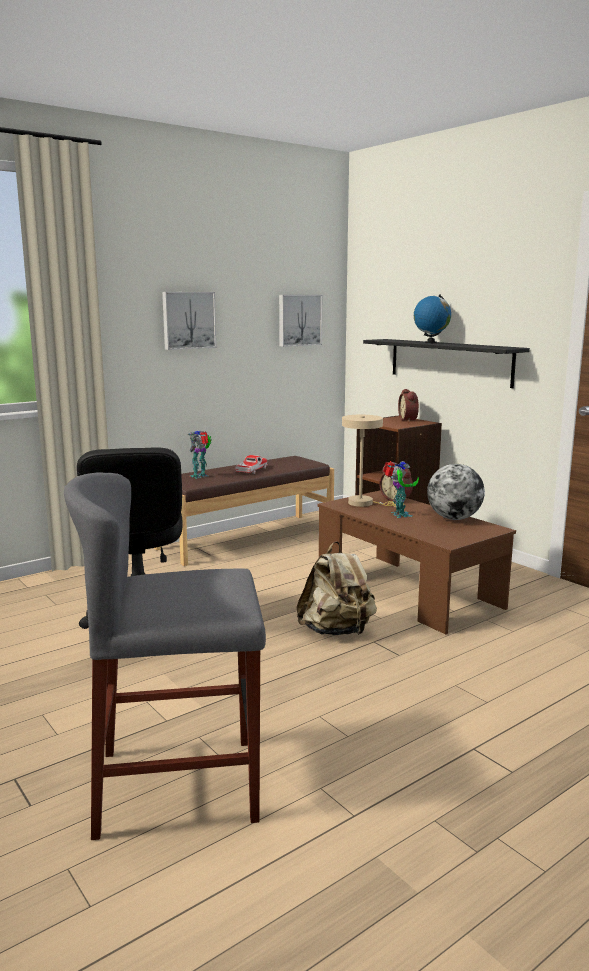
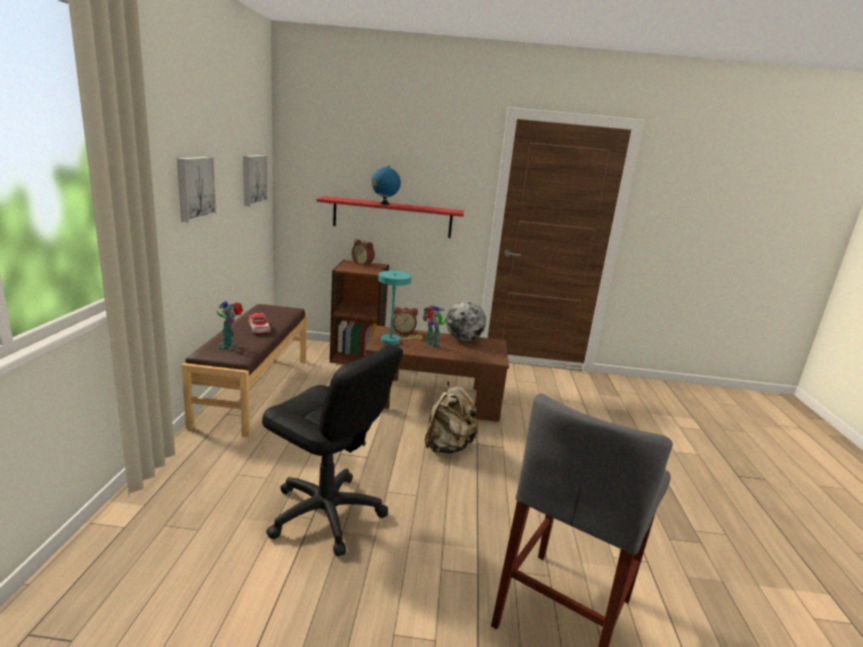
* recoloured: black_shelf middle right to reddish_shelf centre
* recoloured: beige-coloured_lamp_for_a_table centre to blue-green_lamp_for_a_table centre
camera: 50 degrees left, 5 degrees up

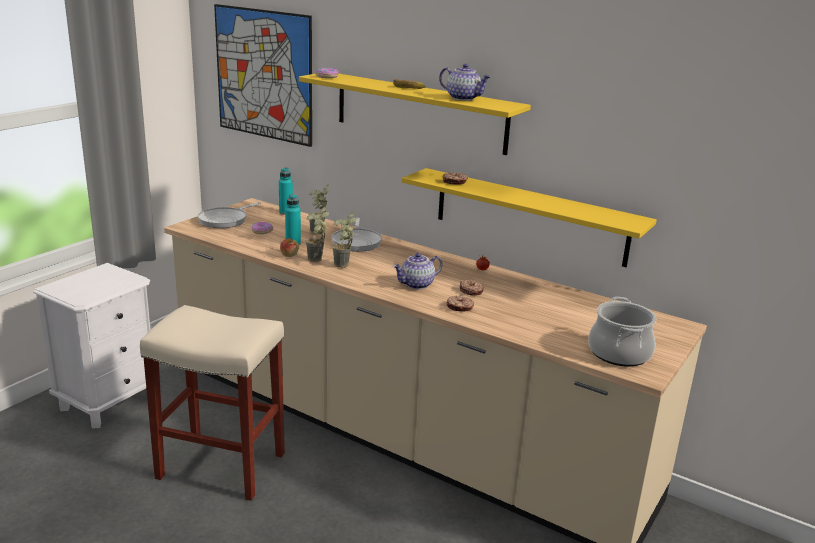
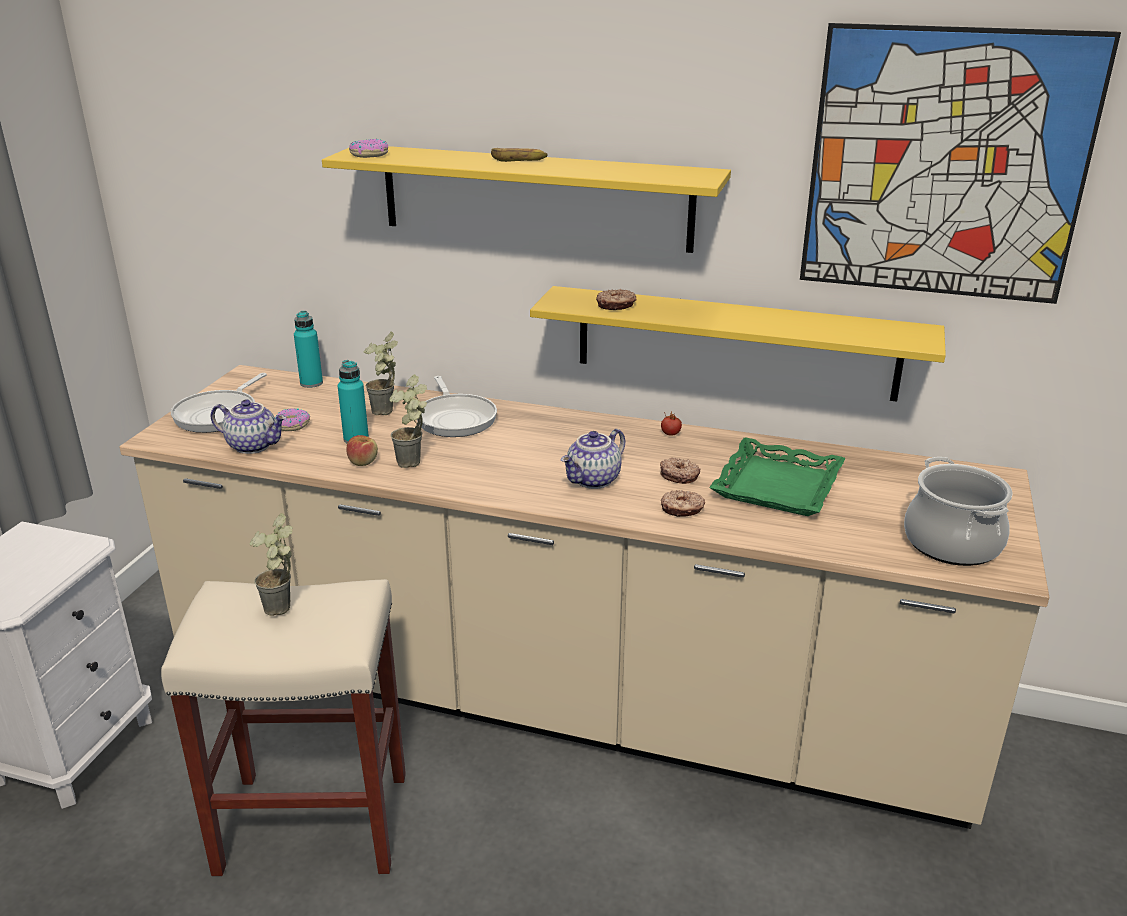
* moved: picture top left to top right
* moved: pot_for_tea (2nd from left in the first image) top centre to pot_for_tea (1st from left) middle left
* moved: houseplant (3rd from left in the first image) centre to houseplant (1st from left) middle left
* added: green-coloured_tray middle right
camera: 15 degrees left, 5 degrees up

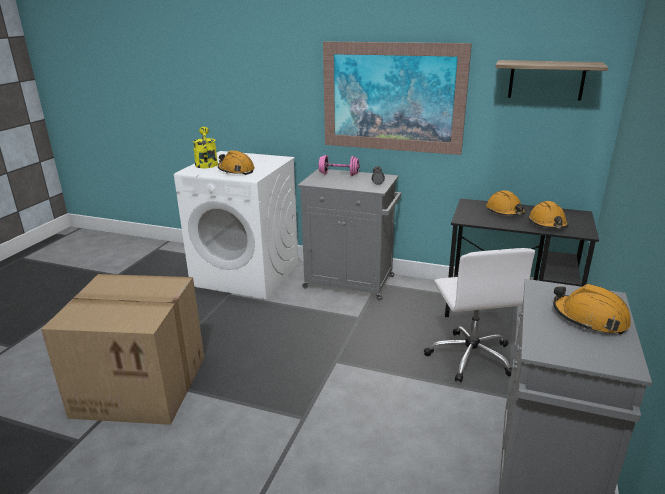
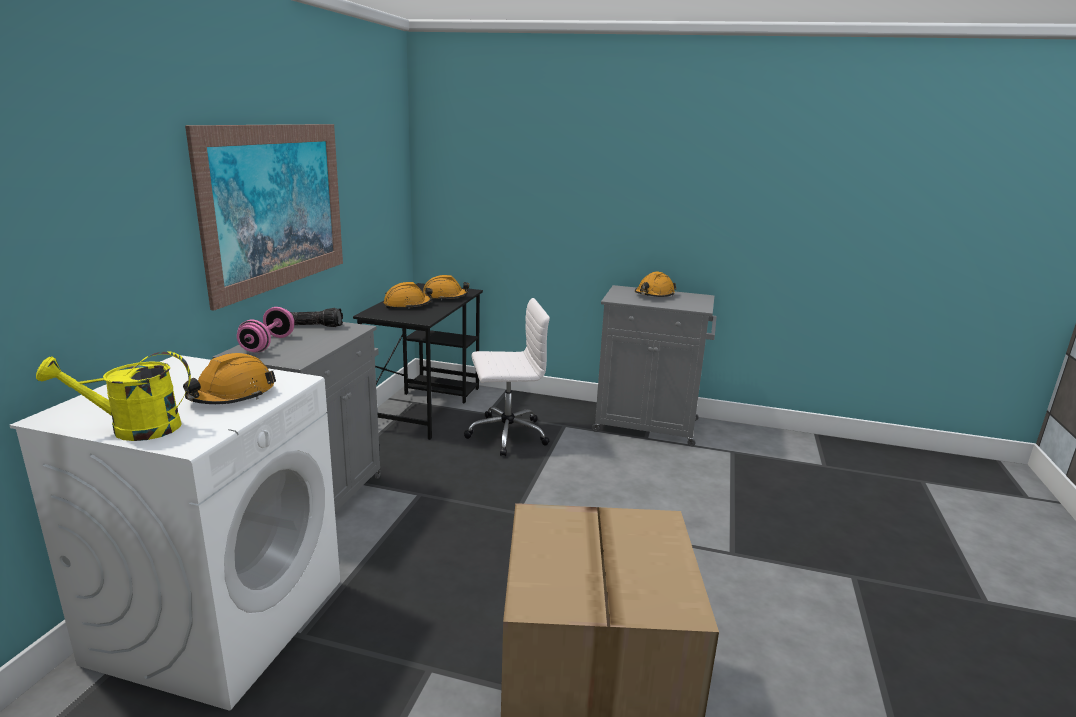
* removed: shelf top right
camera: 95 degrees left, 5 degrees down

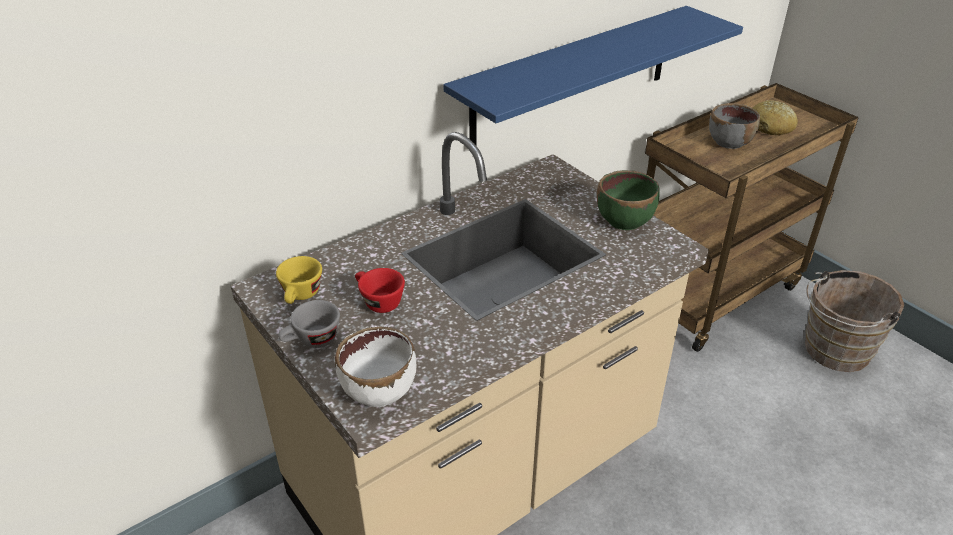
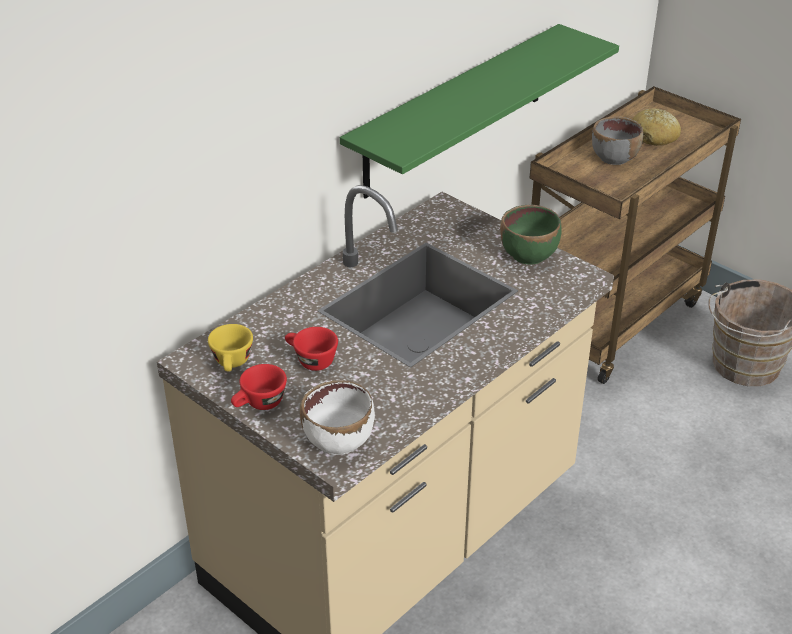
* recoloured: blue-coloured_shelf top centre to green-coloured_shelf top centre
* recoloured: gray_small_cup middle left to reddish_small_cup (1st from left) middle left
camera: 10 degrees left, 0 degrees up

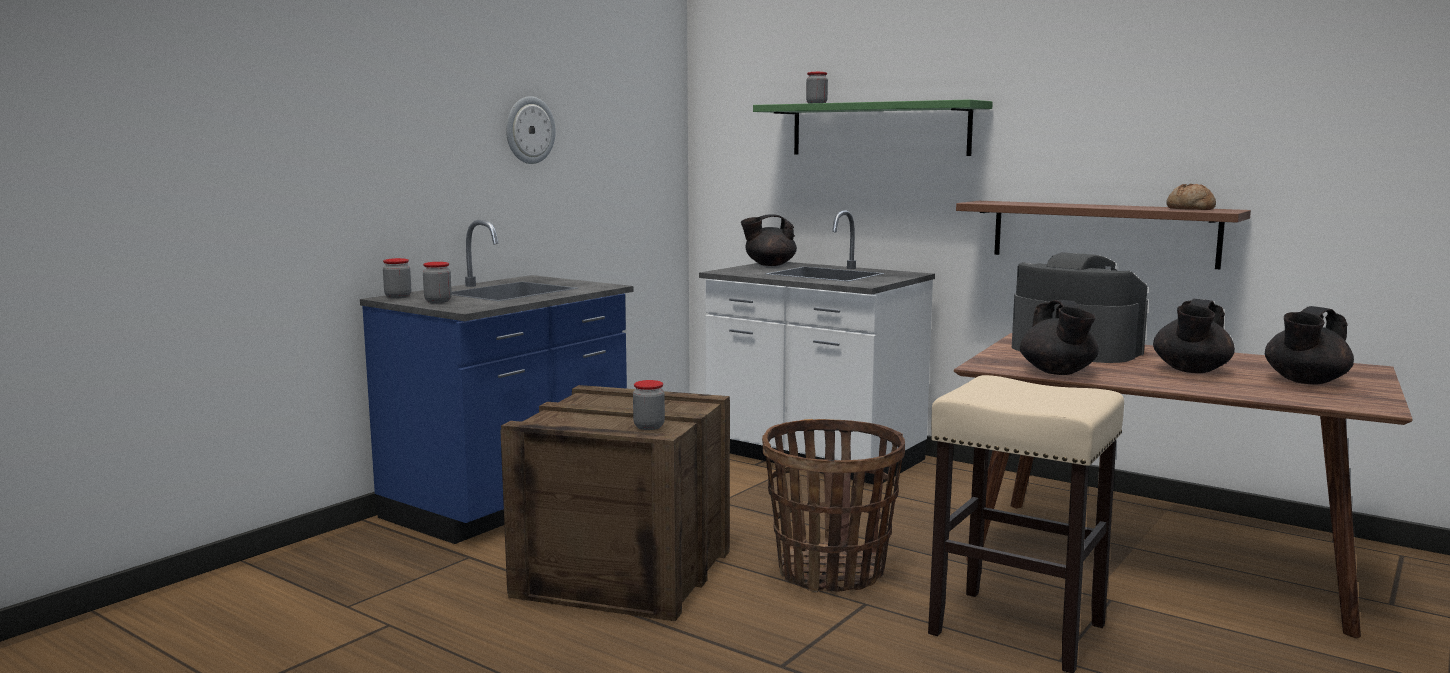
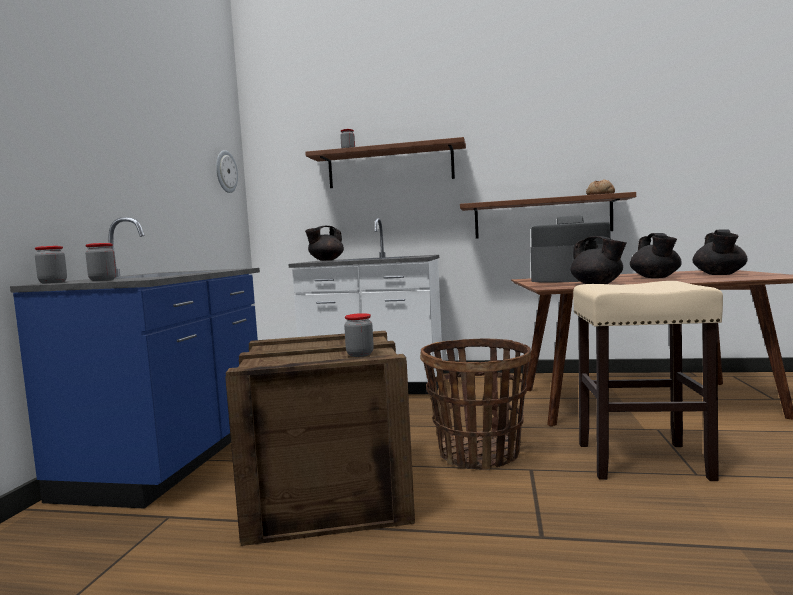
* moved: hanging_clock top centre to top left
* recoloured: green-coloured_shelf top centre to brownish_shelf (1st from left) top centre
camera: 25 degrees left, 5 degrees down

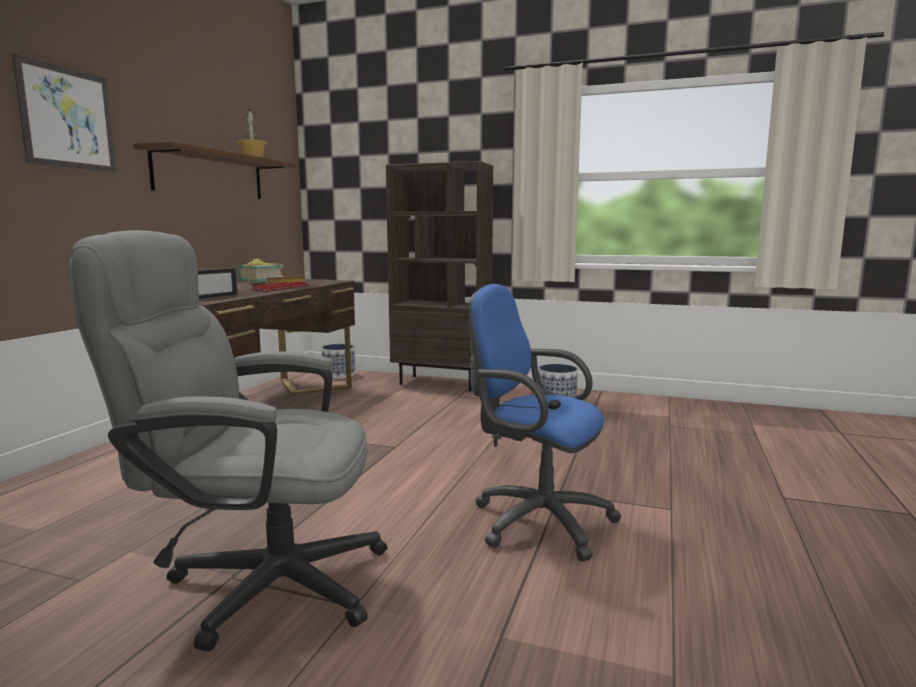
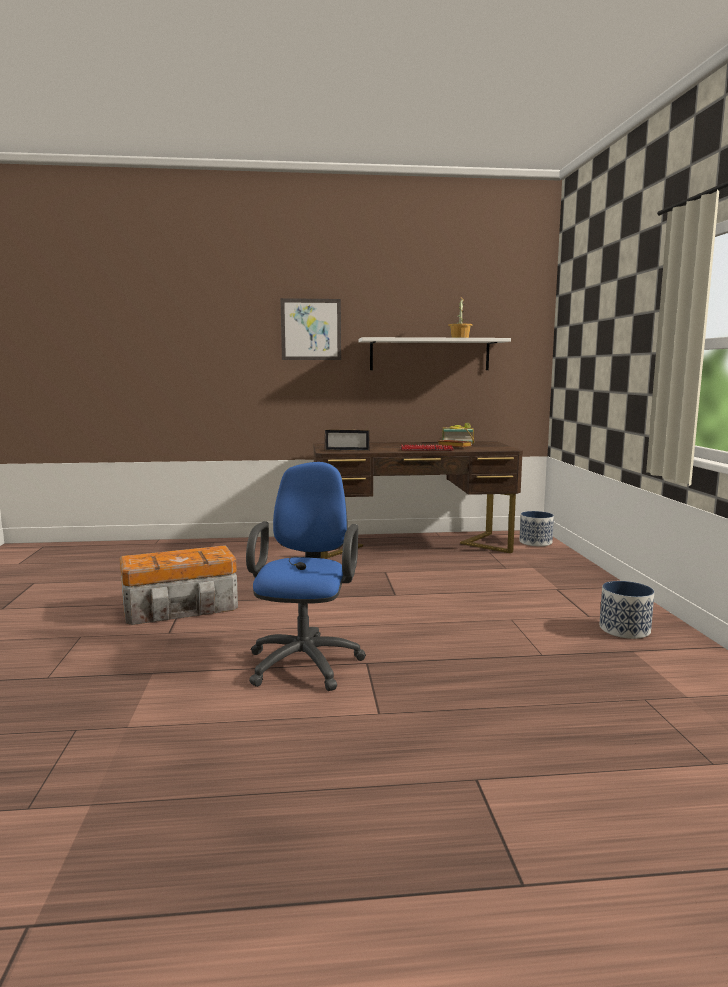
* recoloured: brownish_shelf top left to white_shelf centre
* removed: brownish_bookcase centre
* replaced: gray_computer_chair middle left to storage_container middle left
camera: 65 degrees right, 0 degrees up

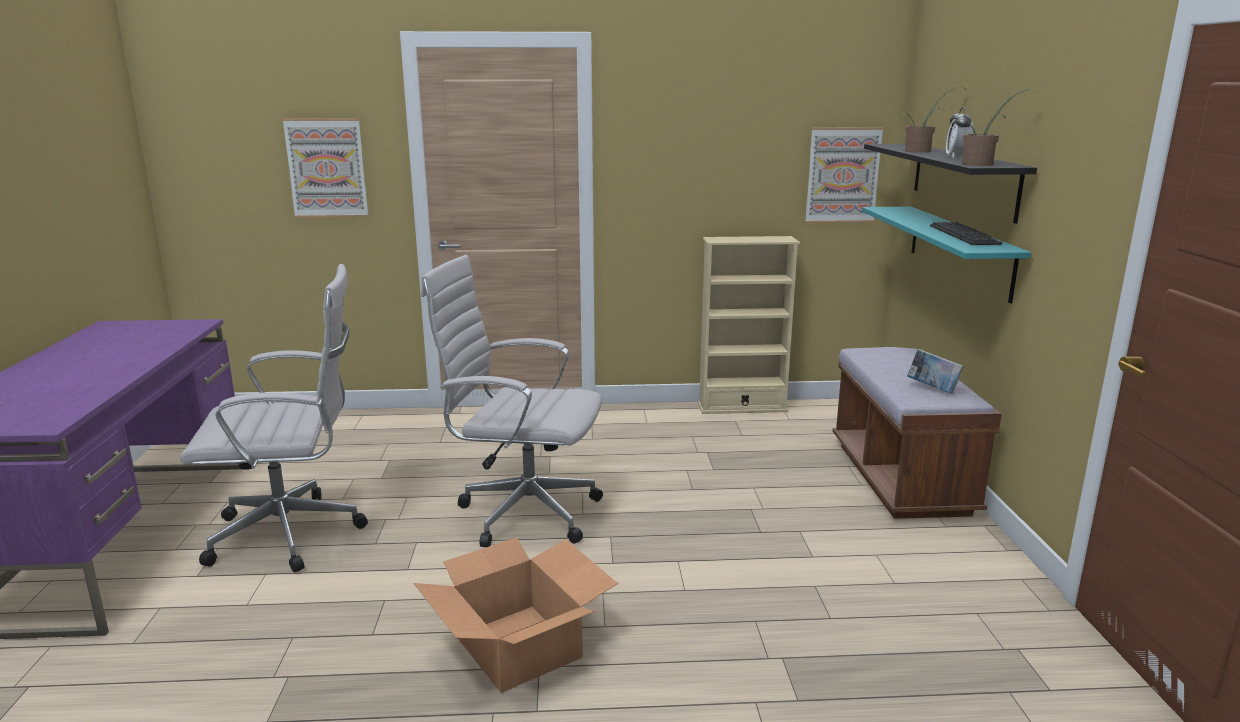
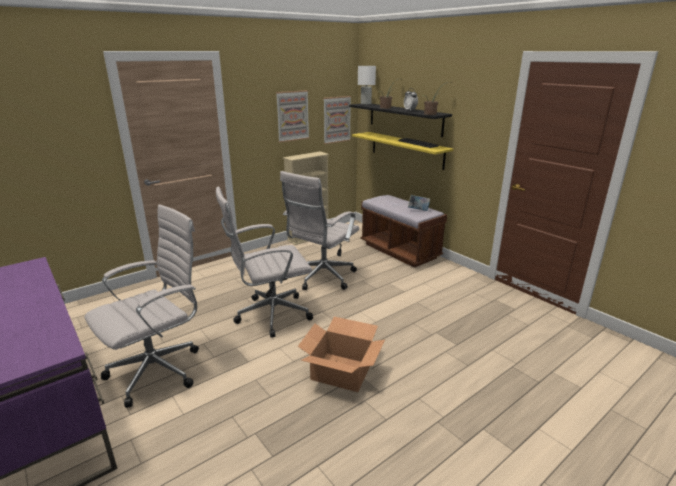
* moved: picture (1st from left) top left to top centre
* recoloured: blue-green_shelf middle right to yellowish_shelf top centre
* added: white_lamp_for_a_table top centre
* added: white_computer_chair (3rd from left) centre
camera: 35 degrees left, 5 degrees up

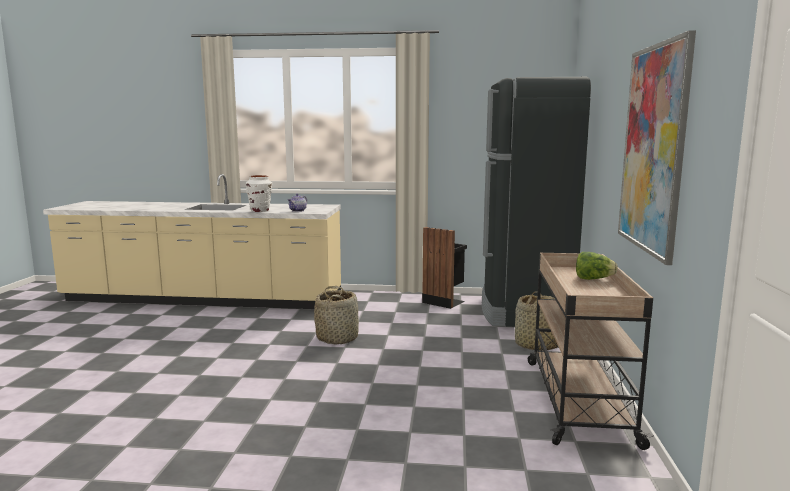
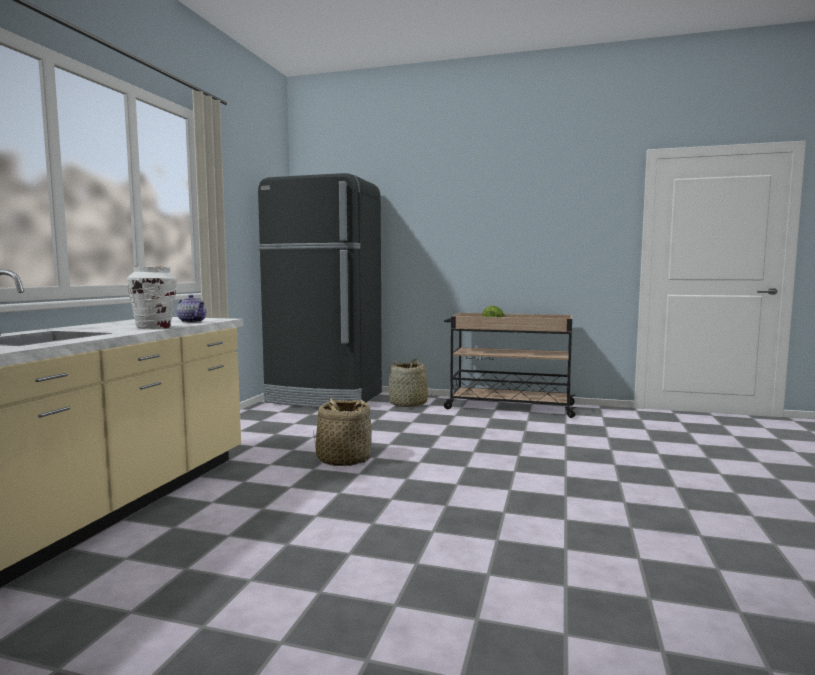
* removed: picture top right
* removed: black_trash_can centre
camera: 80 degrees left, 5 degrees down

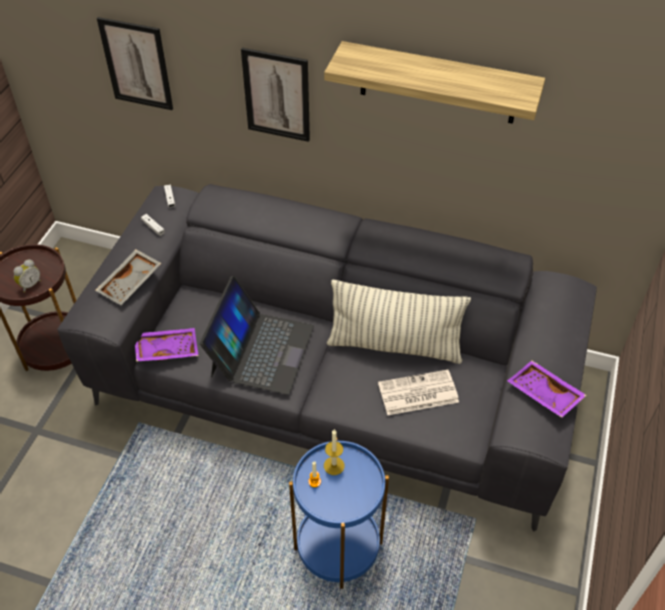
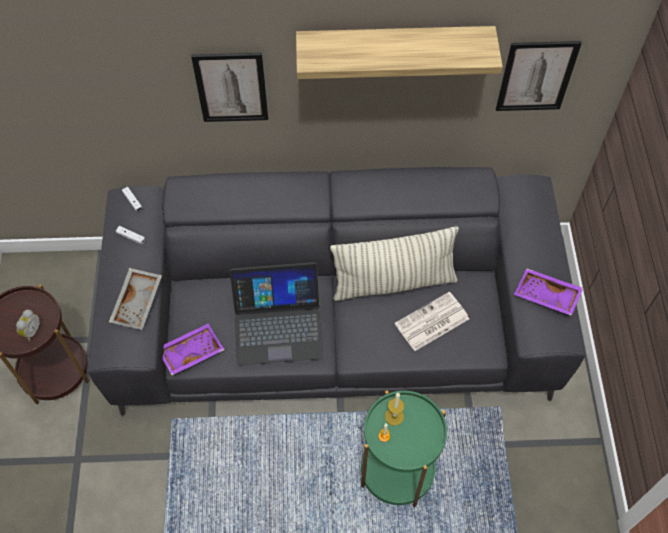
* moved: picture (1st from left in the first image) top left to picture (2nd from left) top right
* turned: portable_computer centre = centre 90 degrees clockwise
* recoloured: blue-coloured_accent_table bottom centre to green-coloured_accent_table bottom centre
camera: 20 degrees left, 10 degrees up

